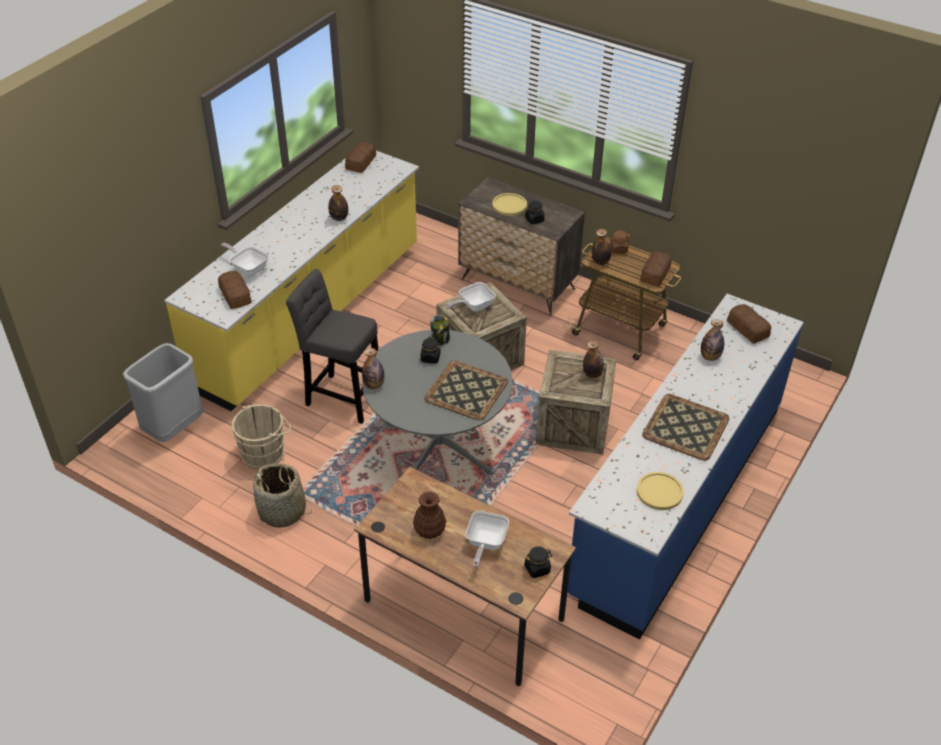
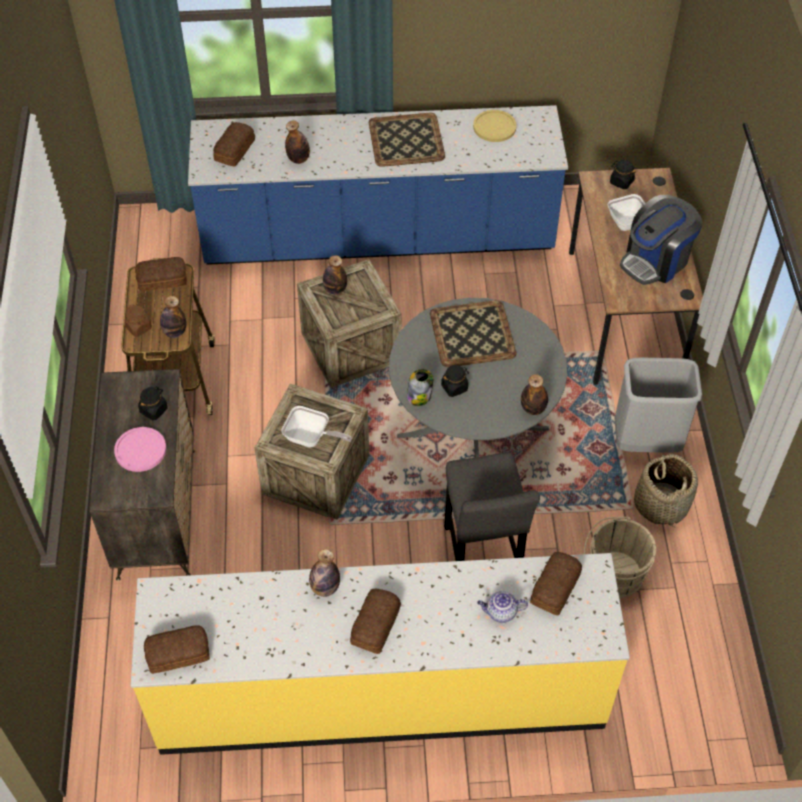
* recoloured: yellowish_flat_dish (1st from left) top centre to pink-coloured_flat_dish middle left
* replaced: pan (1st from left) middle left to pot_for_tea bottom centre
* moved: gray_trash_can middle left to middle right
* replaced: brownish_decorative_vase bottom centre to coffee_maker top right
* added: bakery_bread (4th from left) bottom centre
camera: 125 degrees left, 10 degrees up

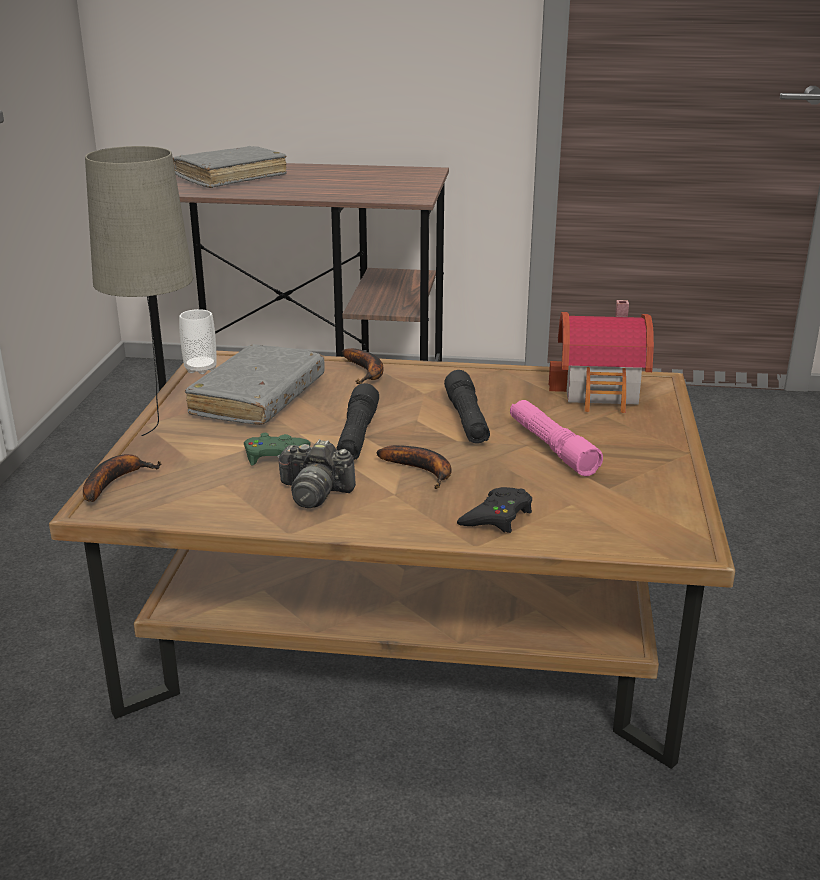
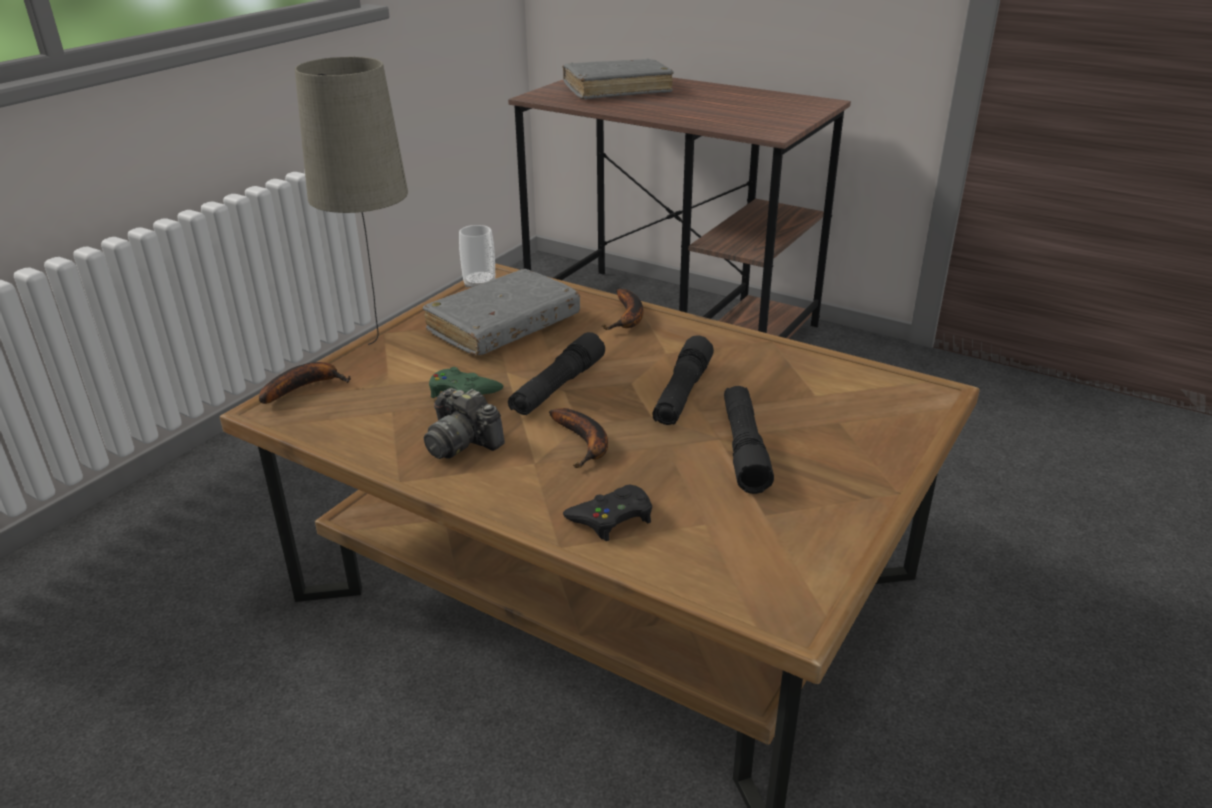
* removed: toy_house middle right
* recoloured: pink-coloured_torch middle right to black_torch (3rd from left) centre
camera: 25 degrees right, 5 degrees up

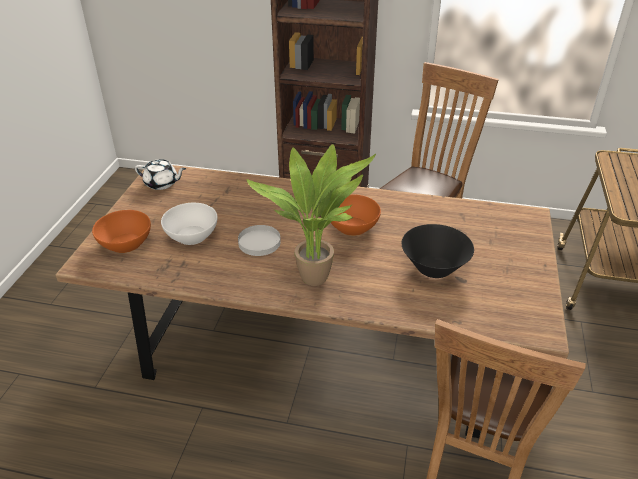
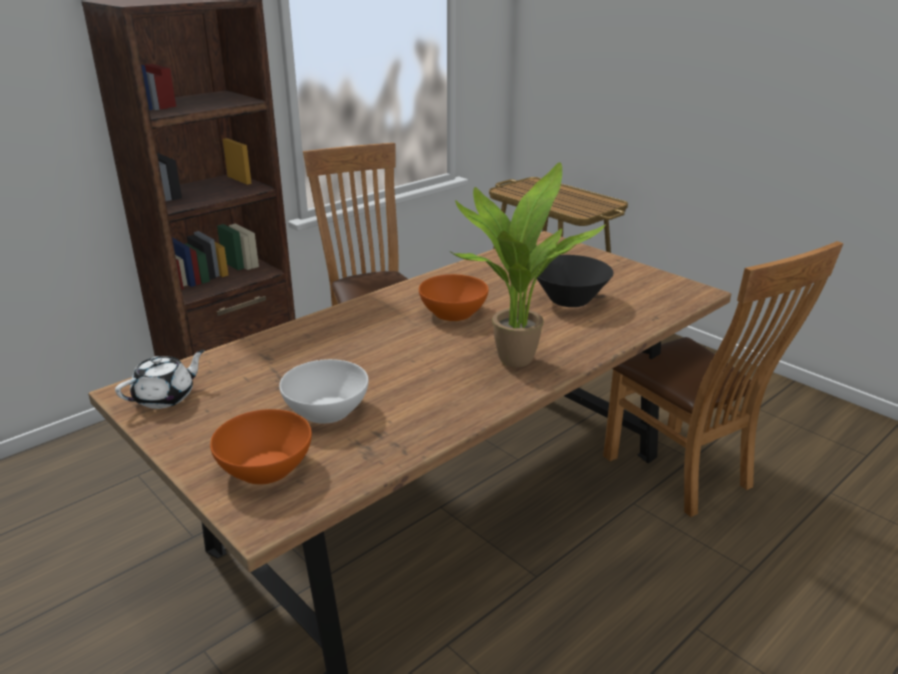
* removed: white_flat_dish centre
camera: 55 degrees left, 10 degrees down

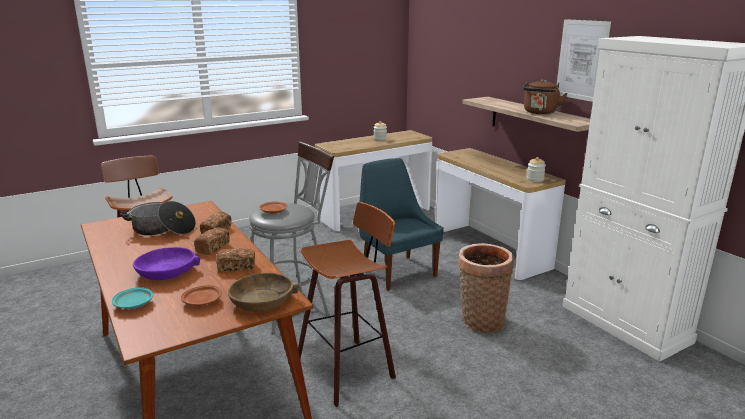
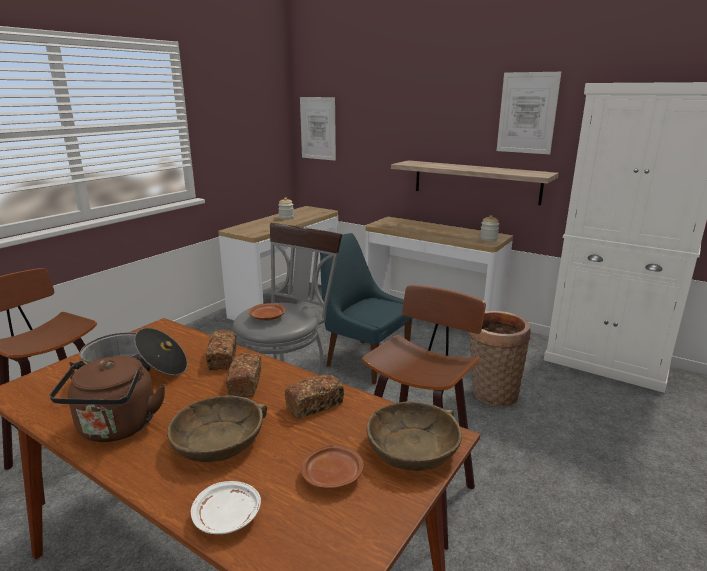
* moved: brownish_kettle top right to bottom left
* recoloured: purple-coloured_bowl middle left to brownish_bowl (1st from left) bottom left
* recoloured: blue-green_flat_dish bottom left to white_flat_dish bottom left
* added: picture (1st from left) top centre
camera: 25 degrees left, 0 degrees up

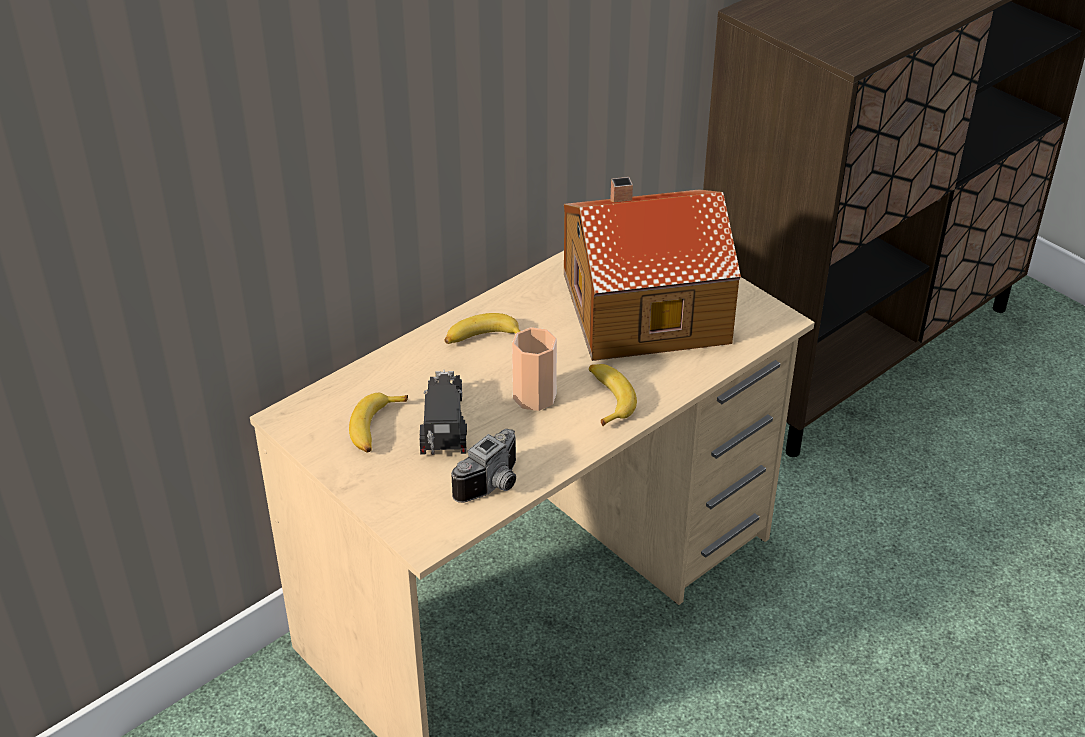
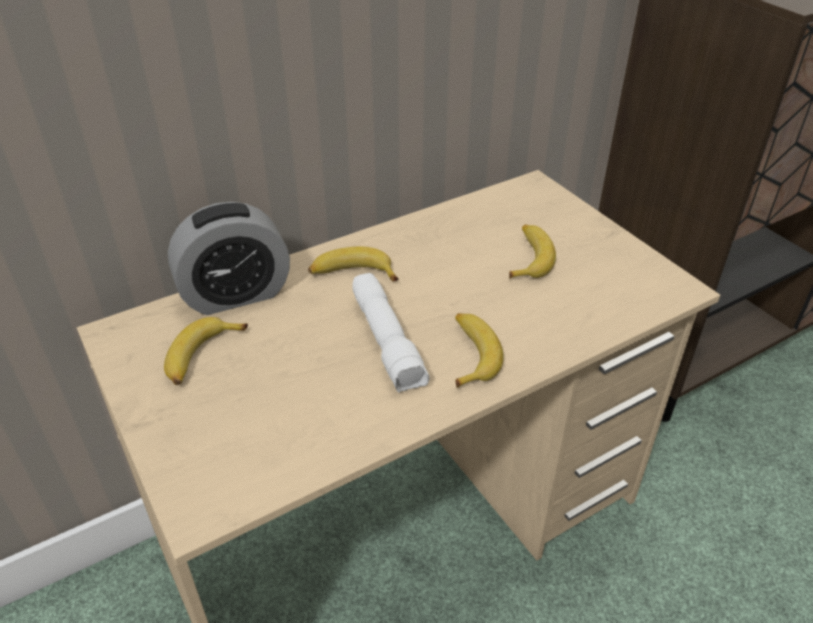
* replaced: toy_house centre to banana_fruit (4th from left) centre
* replaced: small_cup centre to white_torch centre
* removed: toy_lorry centre
* removed: photo_camera centre
* added: alarm_clock middle left
camera: 10 degrees right, 0 degrees up

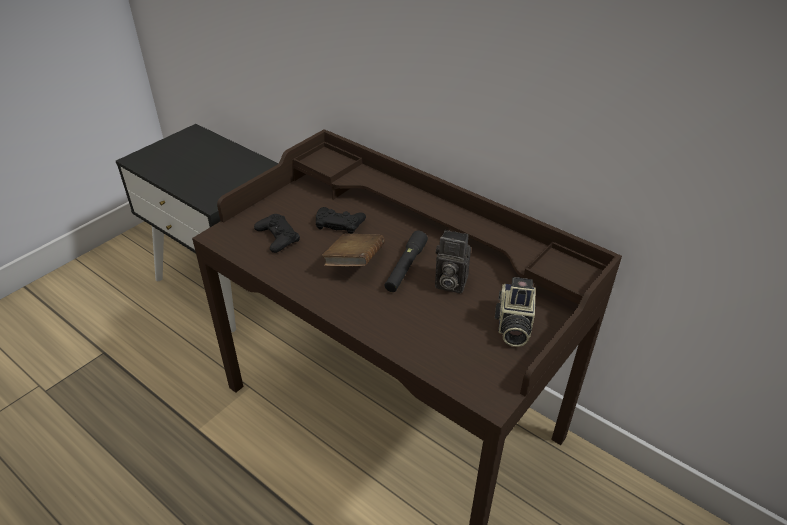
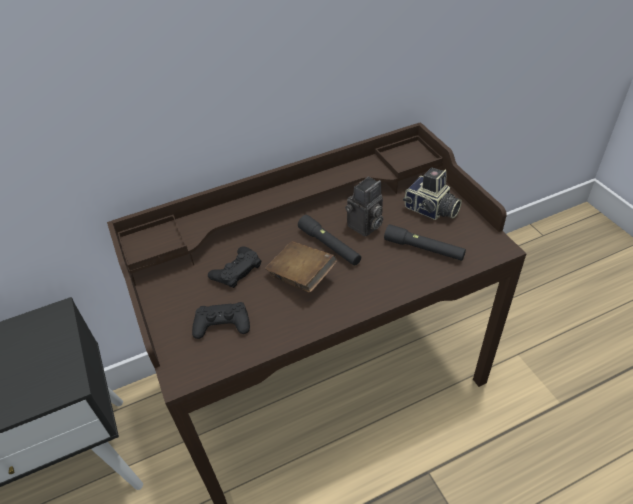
* added: black_torch (2nd from left) middle right
camera: 60 degrees left, 5 degrees up

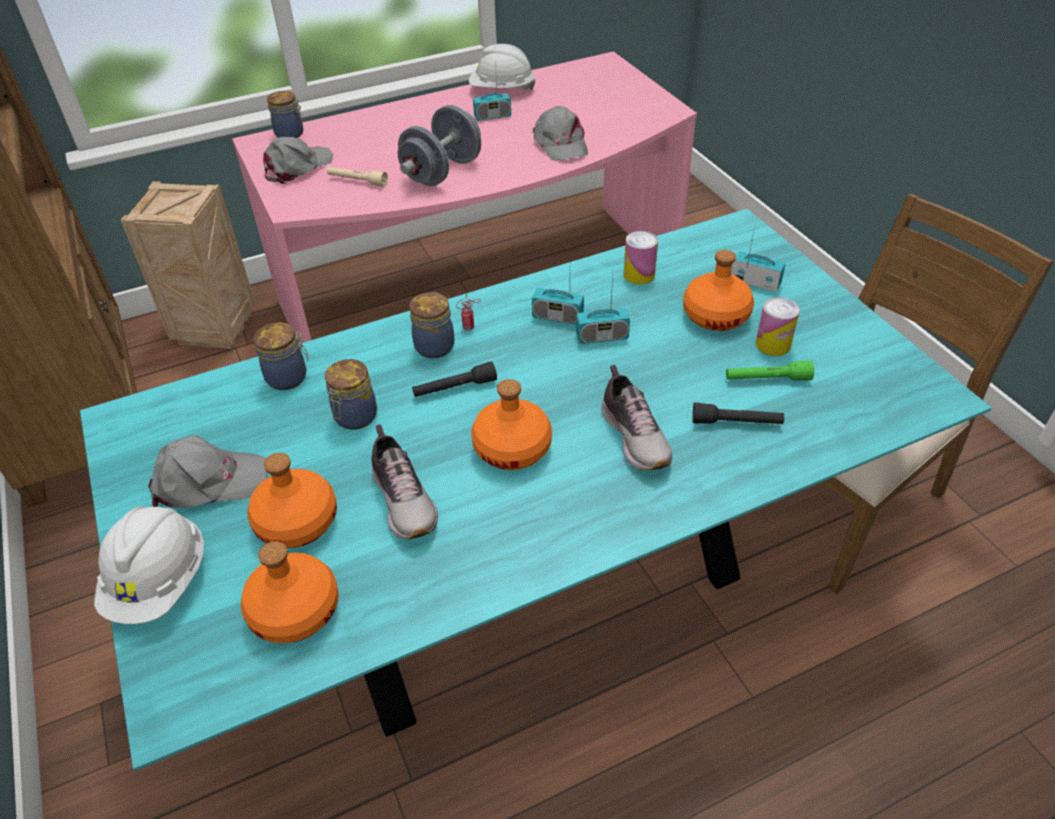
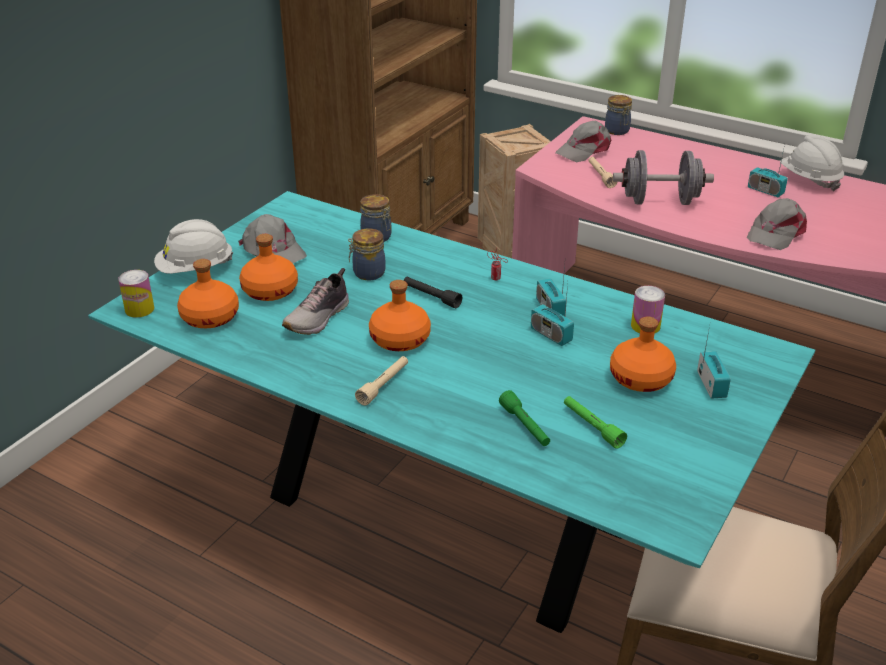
* turned: gray_baseball_cap (2nd from left) top left = top centre 135 degrees clockwise
* removed: preserve_jar (4th from left) centre
* moved: metal_can (3rd from left in the first image) middle right to metal_can (1st from left) middle left
* removed: item_of_footwear (2nd from left) centre
* recoloured: black_torch (2nd from left) middle right to green-coloured_torch (1st from left) centre
* added: beige-coloured_torch (1st from left) centre
camera: 55 degrees right, 10 degrees down

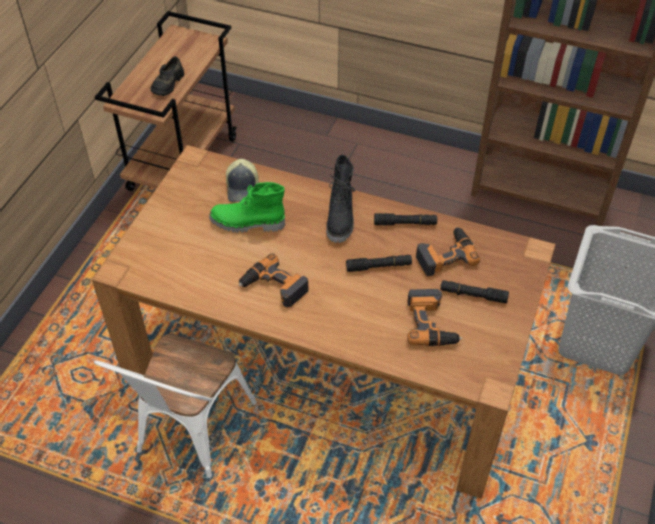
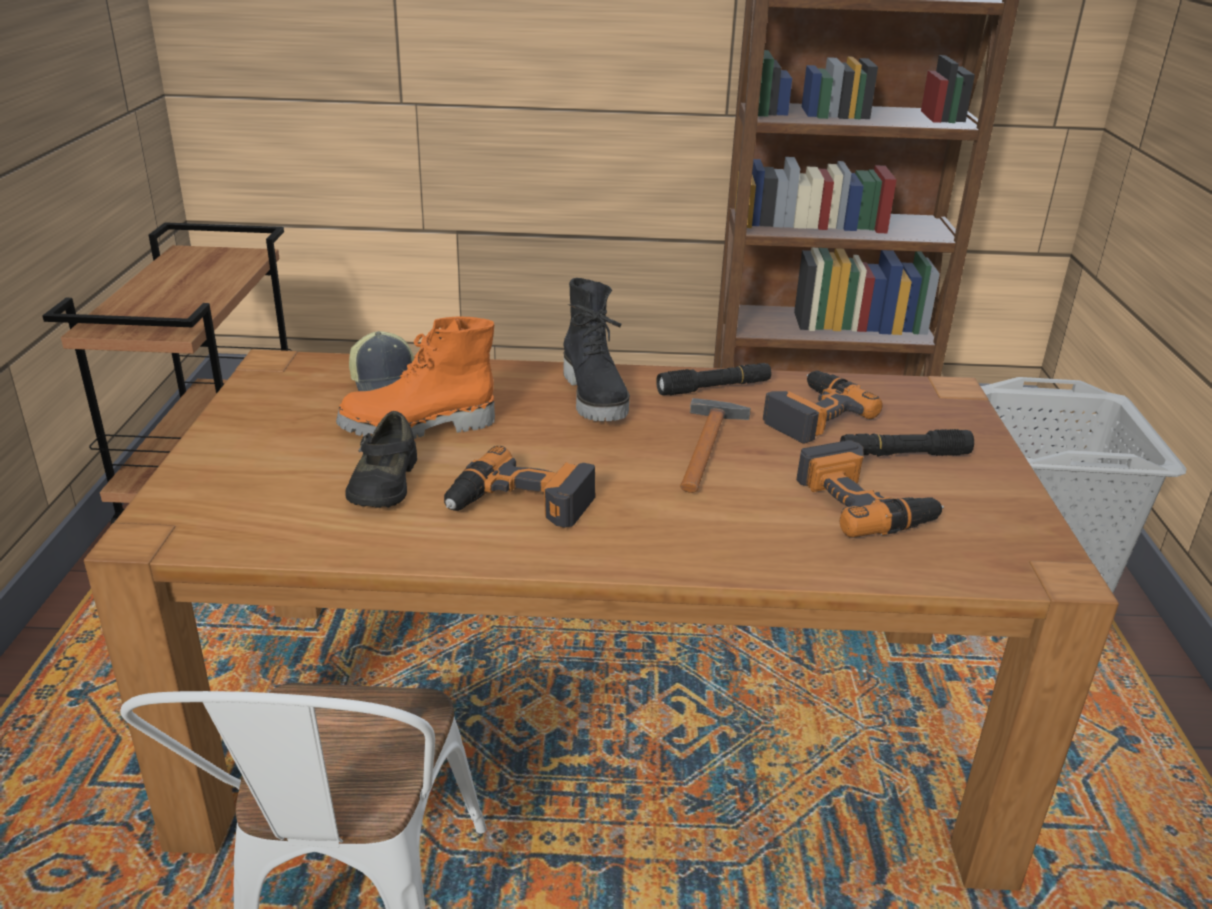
* moved: black_item_of_footwear top left to middle left
* recoloured: green-coloured_tall_boot centre to orange-coloured_tall_boot centre
* replaced: black_torch (1st from left) centre to hammer centre
camera: 20 degrees left, 20 degrees down

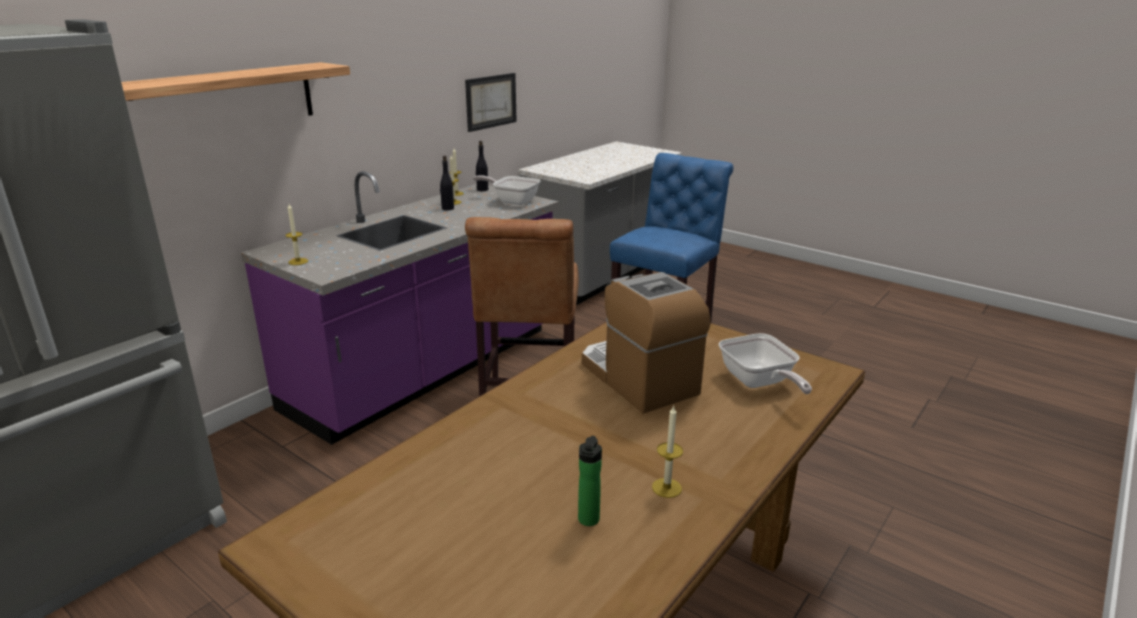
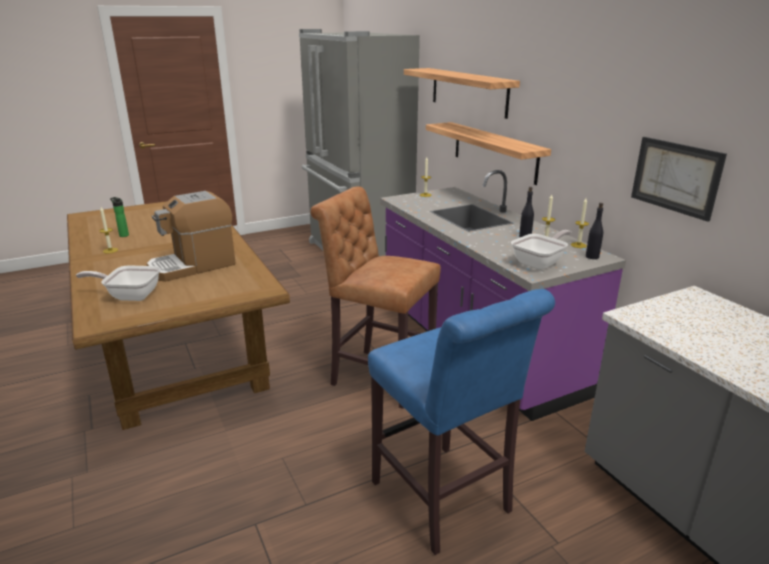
* turned: coffee_maker centre = middle left 150 degrees clockwise
* added: shelf (2nd from left) top centre
camera: 115 degrees right, 0 degrees up

